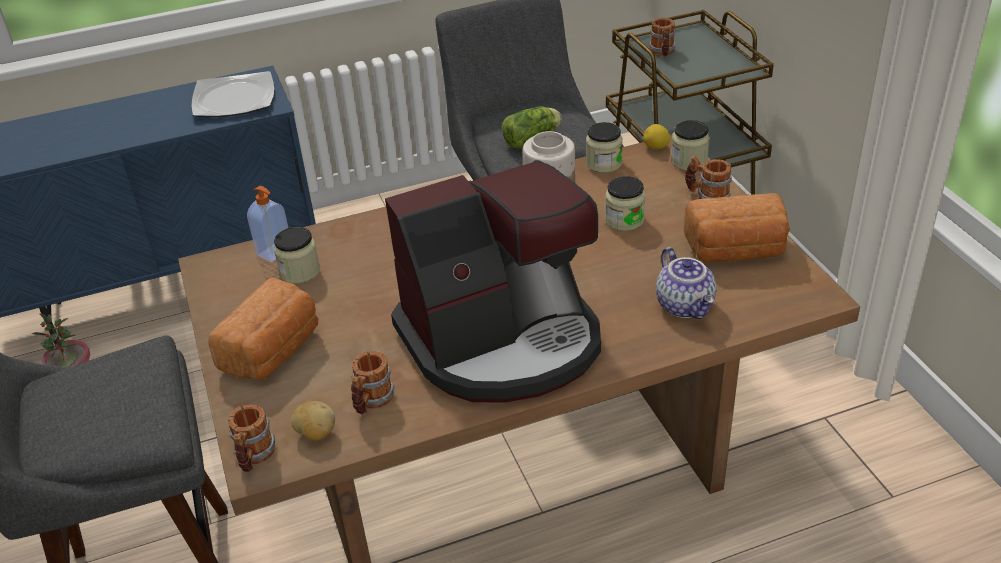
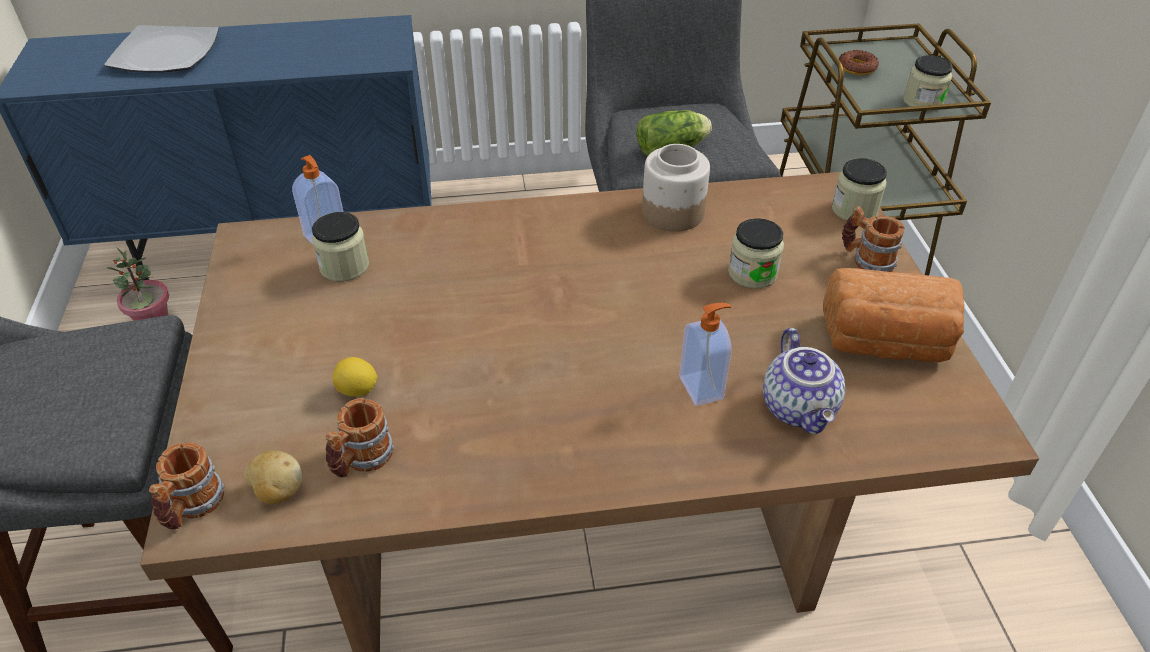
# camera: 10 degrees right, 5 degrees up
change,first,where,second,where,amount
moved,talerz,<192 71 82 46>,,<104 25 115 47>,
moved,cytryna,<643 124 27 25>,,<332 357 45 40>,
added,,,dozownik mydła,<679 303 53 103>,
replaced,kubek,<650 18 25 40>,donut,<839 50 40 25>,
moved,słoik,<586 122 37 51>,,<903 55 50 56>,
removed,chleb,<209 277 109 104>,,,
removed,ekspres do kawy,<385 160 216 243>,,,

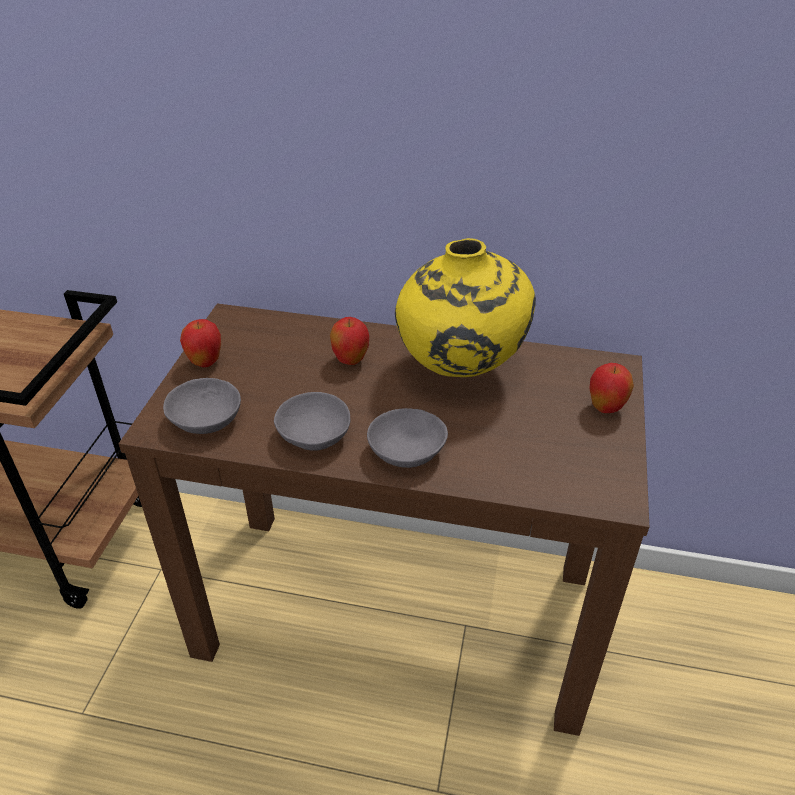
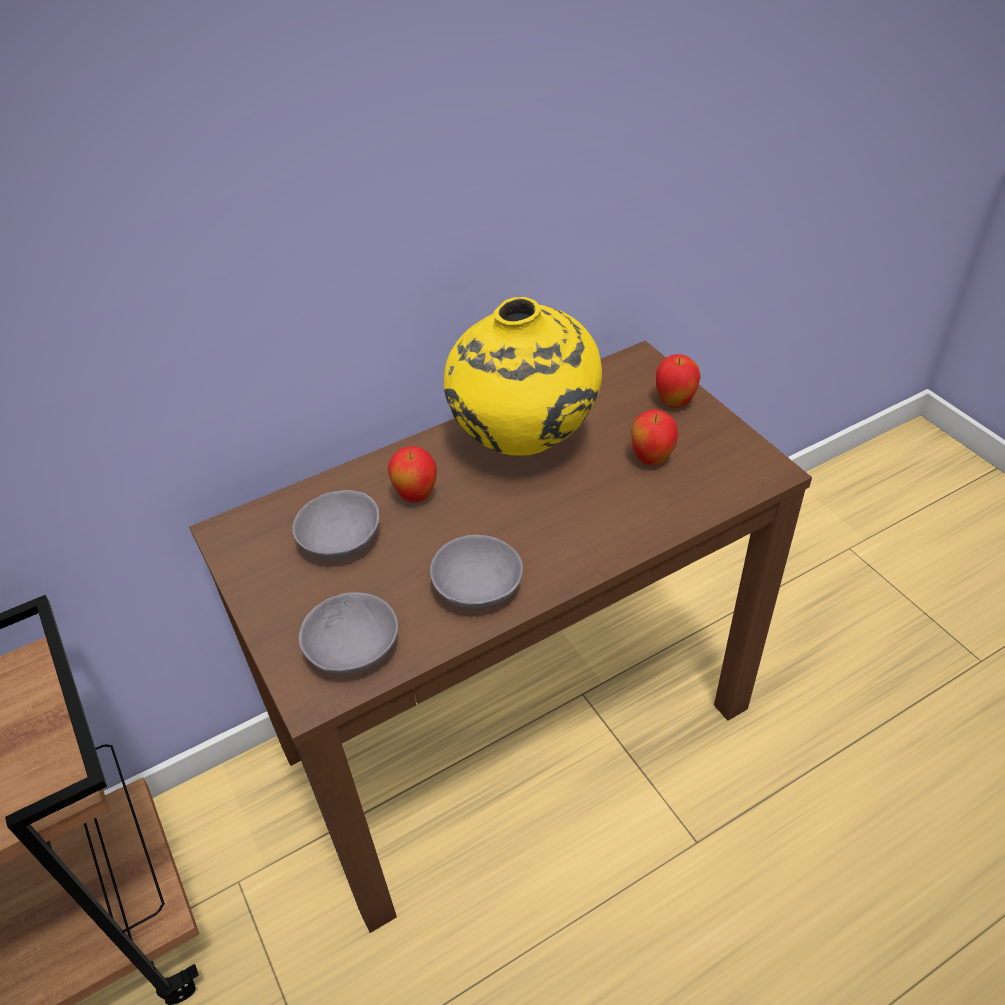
# camera: 40 degrees left, 5 degrees up
change,first,where,second,where,amount
moved,miska/szary,<367 408 81 60>,,<292 490 87 69>,
moved,jabłko,<180 319 41 48>,,<631 409 48 56>,

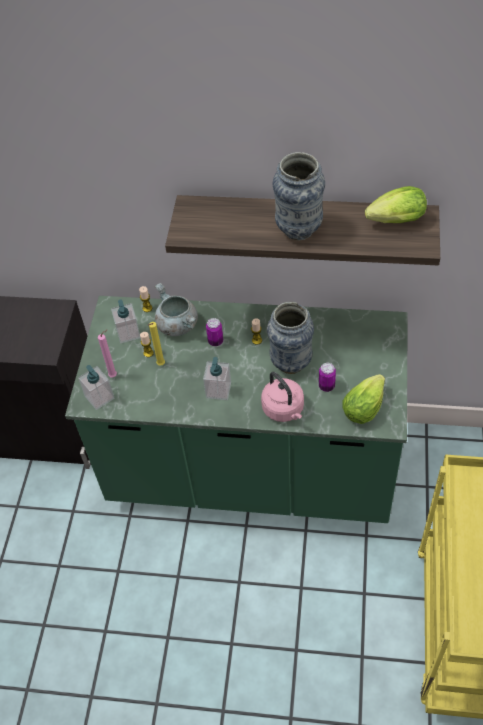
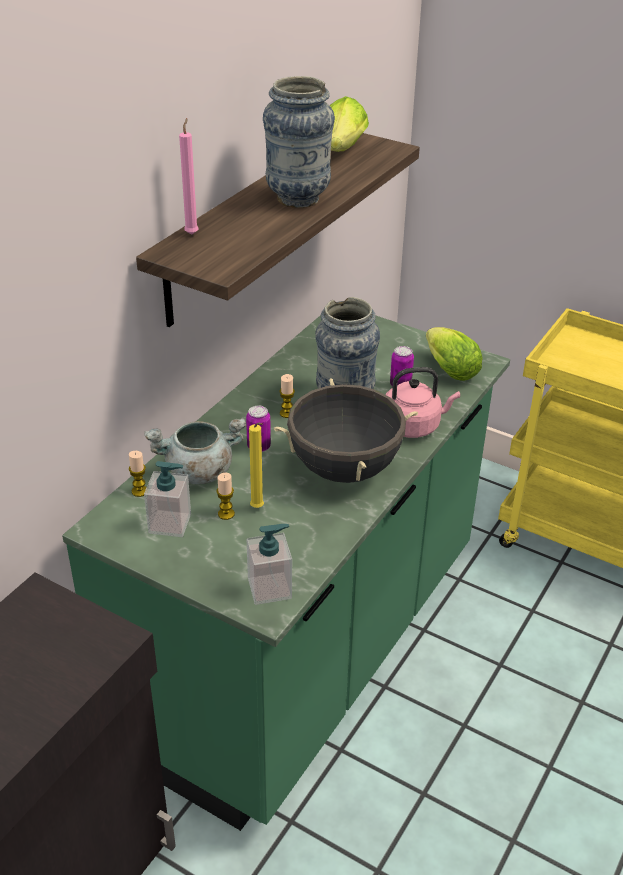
# camera: 70 degrees left, 15 degrees down
change,first,where,second,where,amount
moved,świeca/różowy,<98 330 19 47>,,<179 118 20 117>,
replaced,dozownik mydła,<203 357 28 43>,garnek/czarny,<274 378 144 105>,

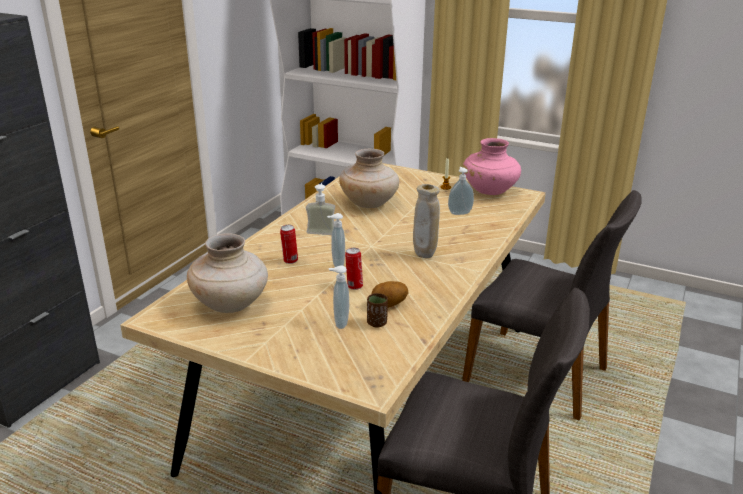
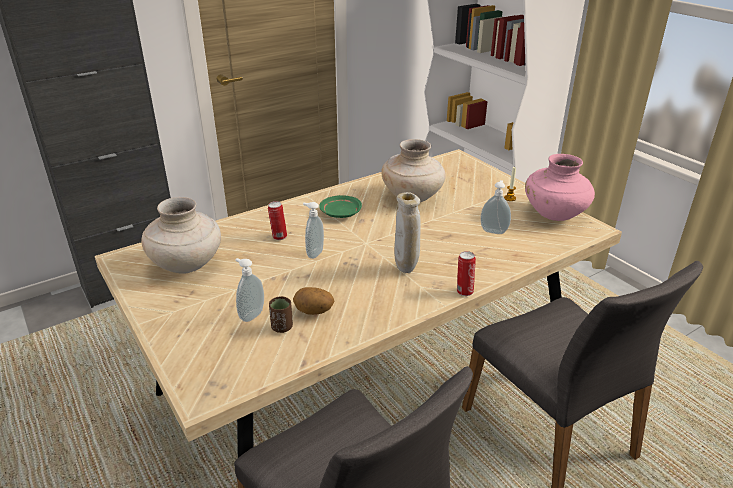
# camera: 30 degrees right, 5 degrees up
change,first,where,second,where,amount
replaced,dozownik mydła,<306 180 29 55>,talerz/zielony,<319 195 43 23>,
moved,puszka,<345 248 18 42>,,<457 251 19 45>,

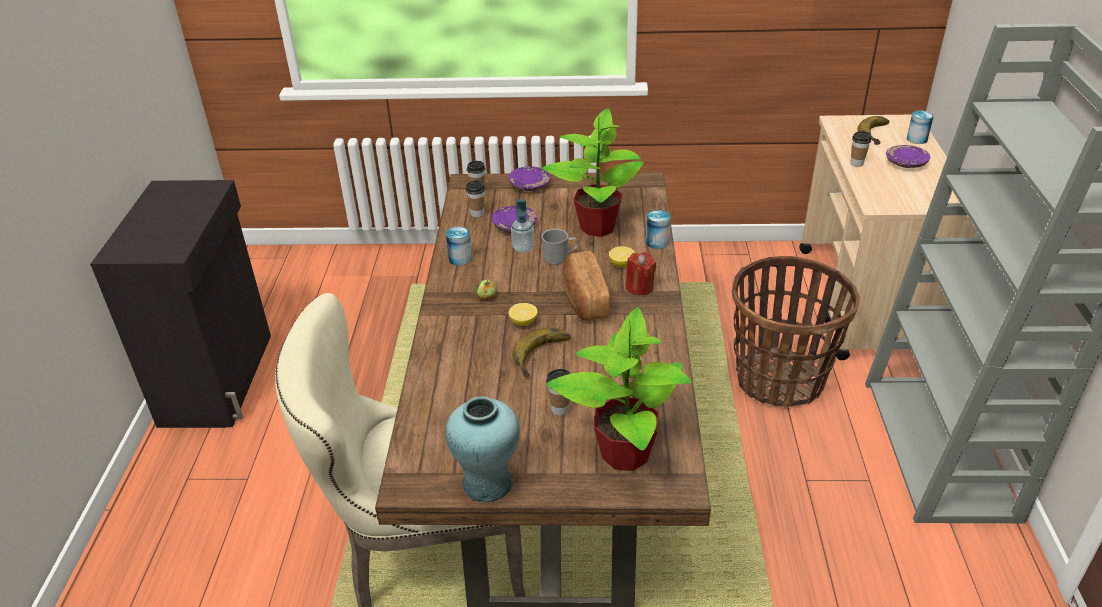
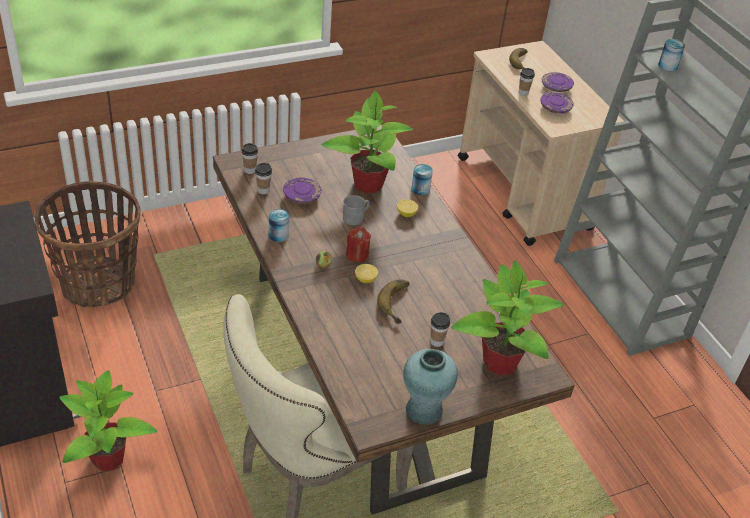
# camera: 30 degrees left, 5 degrees up
change,first,where,second,where,amount
moved,koszyk,<732 256 128 151>,,<34 181 107 127>,
added,,,roślina doniczkowa,<59 370 98 101>,
moved,świeca/czerwony,<625 252 31 43>,,<346 227 25 36>,
moved,talerz/fioletowy,<508 166 43 25>,,<541 92 33 22>,
moved,puszka,<907 111 27 33>,,<658 39 27 32>,
removed,dozownik mydła,<511 199 23 54>,,,
removed,chleb,<562 251 48 70>,,,

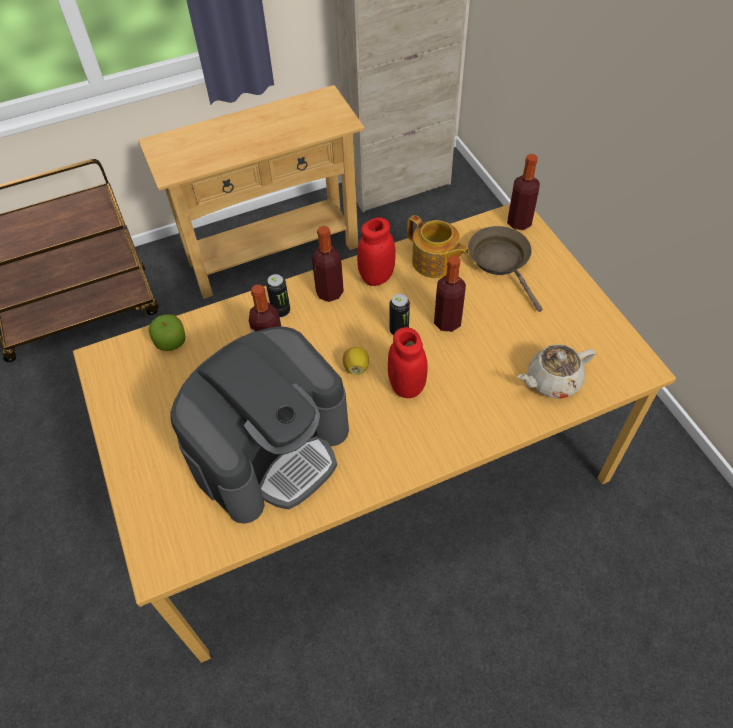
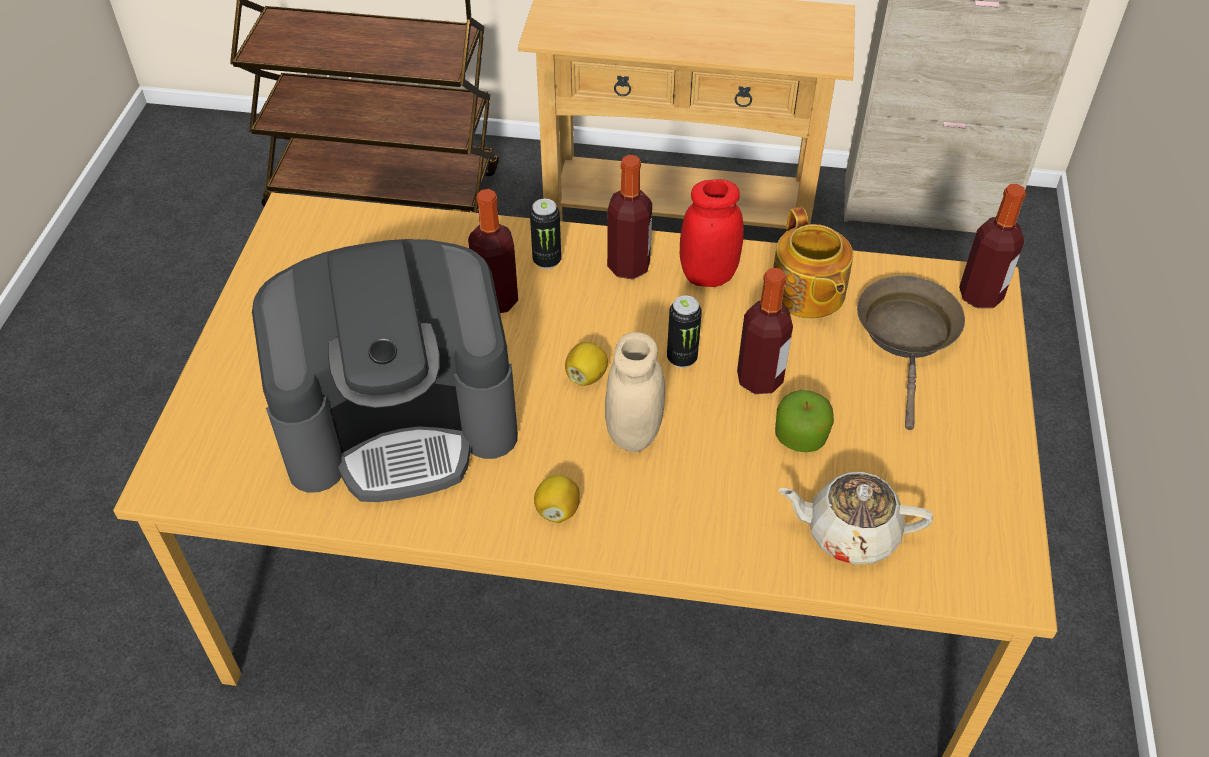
# camera: 30 degrees right, 5 degrees down
change,first,where,second,where,amount
added,,,cytryna,<534 475 46 48>,
recoloured,słoik/czerwony,<388 327 40 71>,słoik/beżowy,<605 332 60 120>,
moved,jabłko,<149 314 36 37>,,<775 390 59 63>,

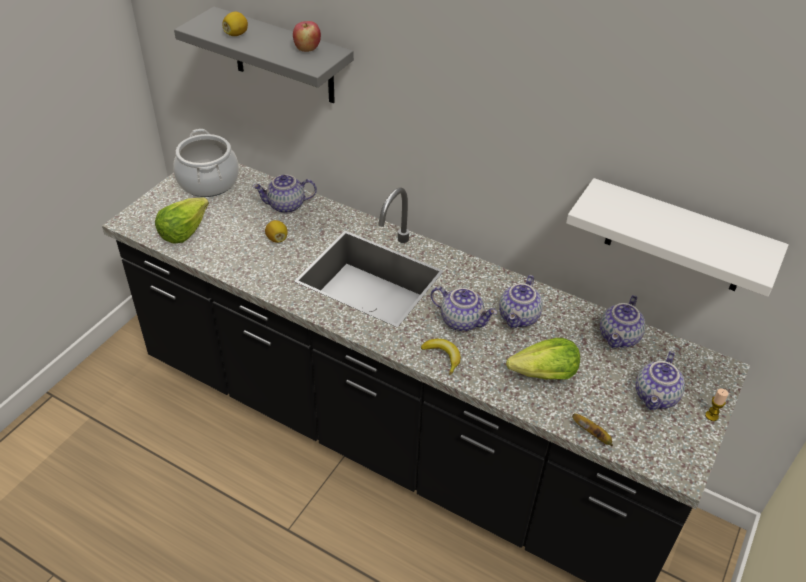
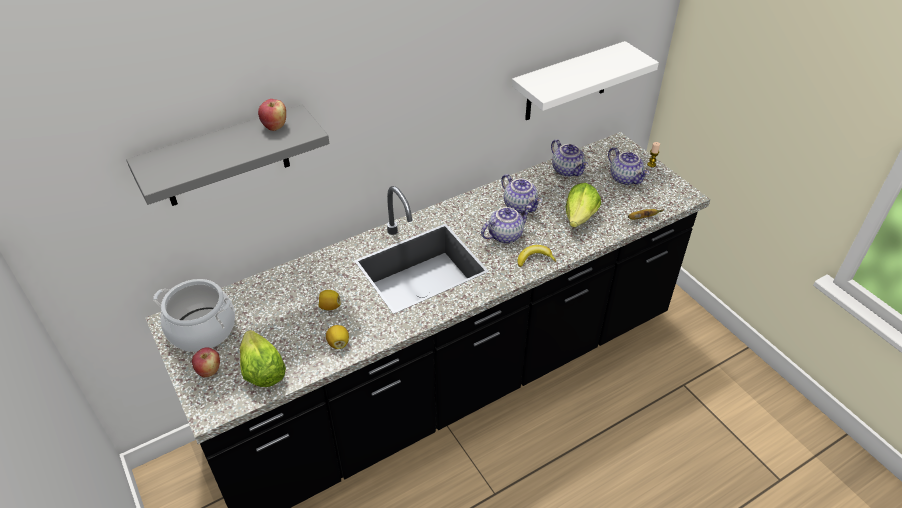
# camera: 60 degrees left, 0 degrees up
change,first,where,second,where,amount
added,,,jabłko,<192 347 28 30>,
moved,cytryna,<223 12 25 24>,,<326 325 23 24>,
removed,imbryk,<252 175 65 38>,,,

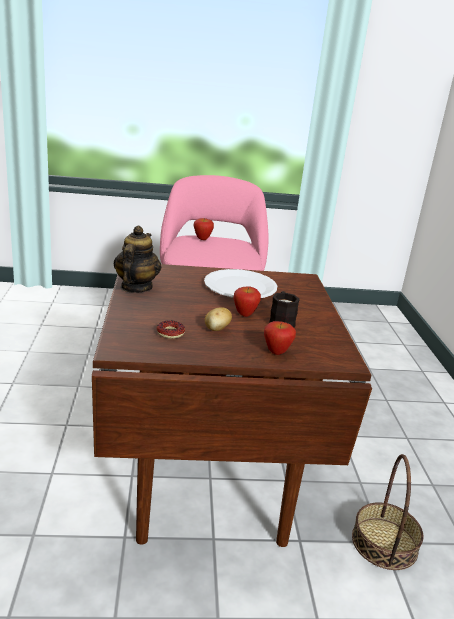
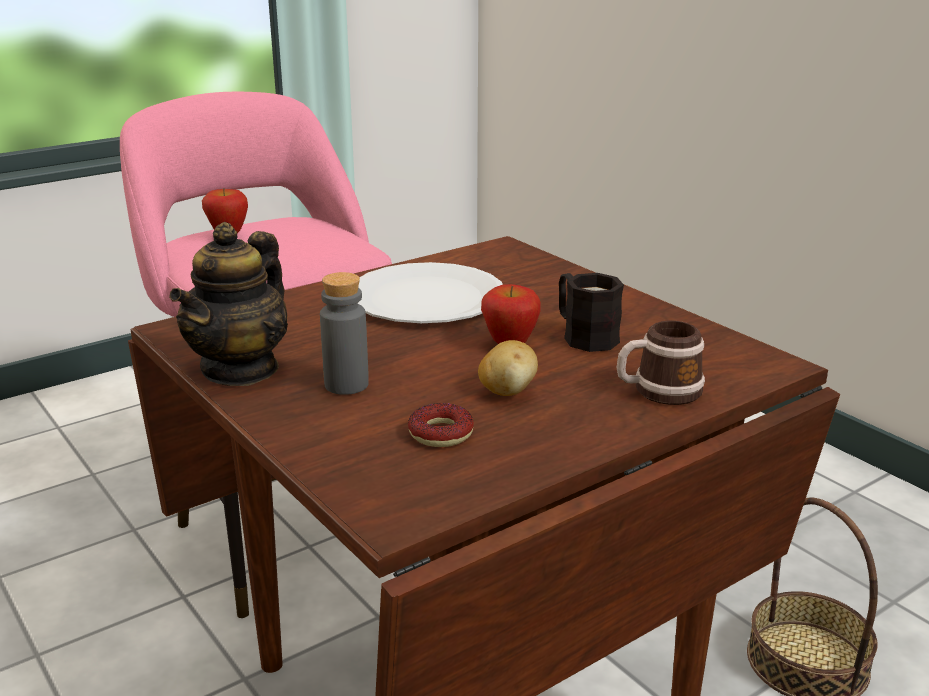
# camera: 30 degrees left, 0 degrees up
change,first,where,second,where,amount
turned,imbryk,<114 226 47 67>,,<169 222 119 164>,135 degrees counterclockwise
added,,,butelka/szary,<320 272 49 123>,
replaced,jabłko,<264 321 32 34>,kubek,<616 321 89 84>,

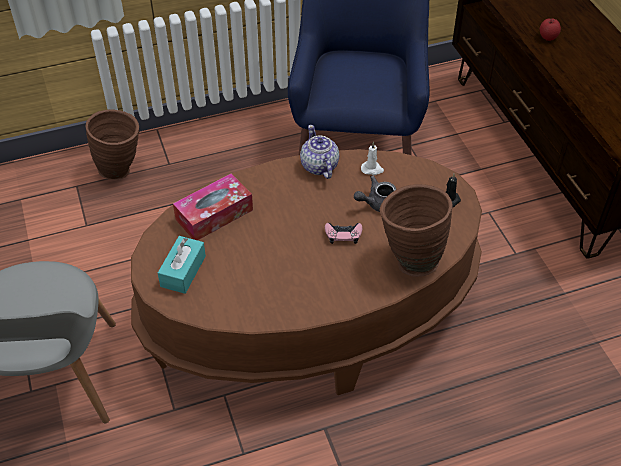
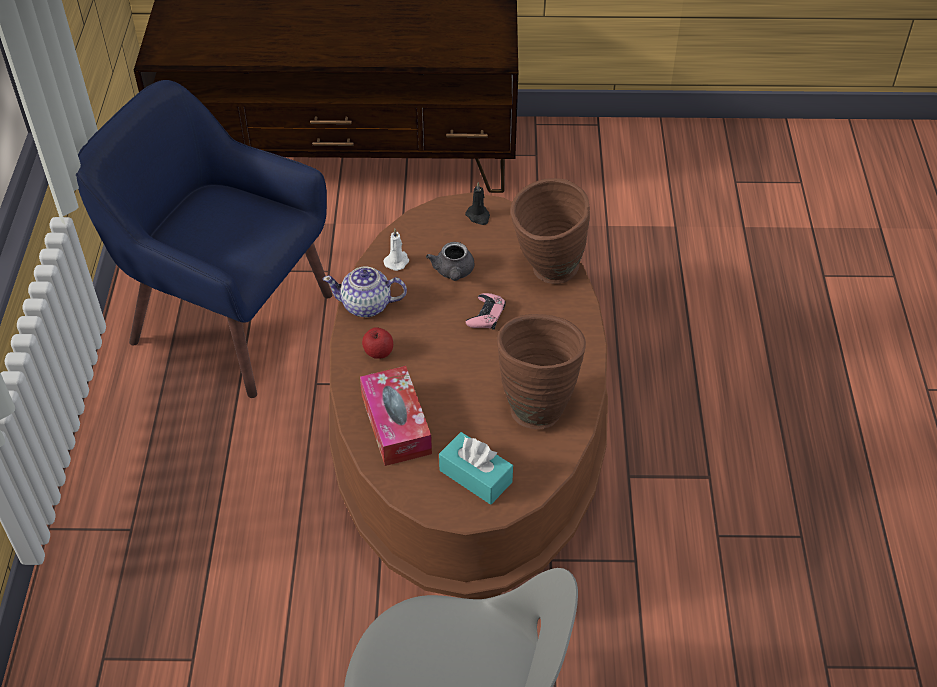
# camera: 70 degrees left, 0 degrees up
change,first,where,second,where,amount
moved,jabłko,<540 18 21 23>,,<362 327 31 32>,
moved,wazon/brązowy,<86 110 53 70>,,<497 314 89 115>,

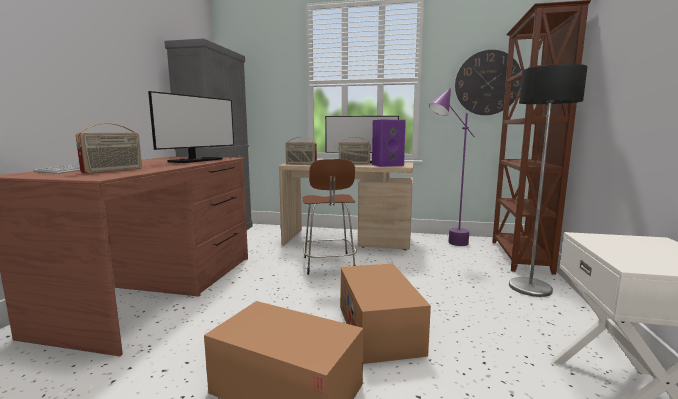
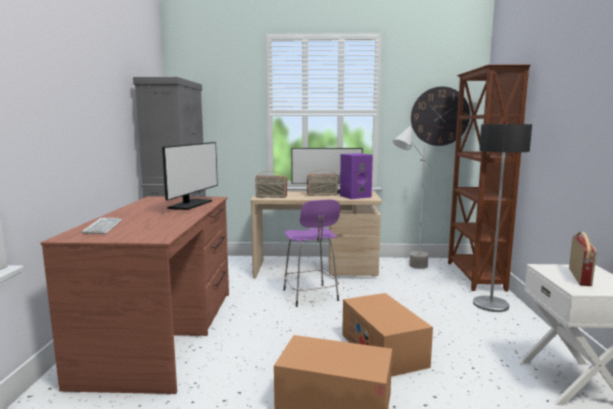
# camera: 10 degrees left, 0 degrees up
change,first,where,second,where,amount
recoloured,stołek/brązowy,<303 159 54 116>,stołek/fioletowy,<284 200 56 107>,
recoloured,lampa stojąca/fioletowy,<429 88 45 158>,lampa stojąca/szary,<393 125 39 144>,
moved,radio,<76 123 66 51>,,<569 232 28 54>,

